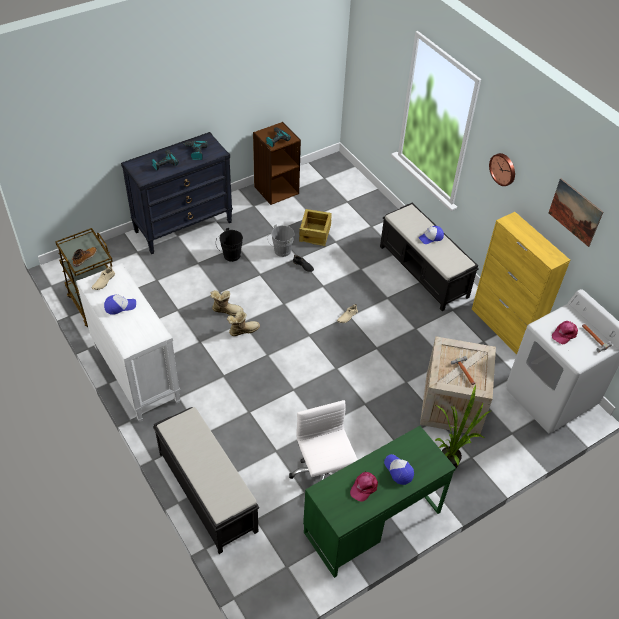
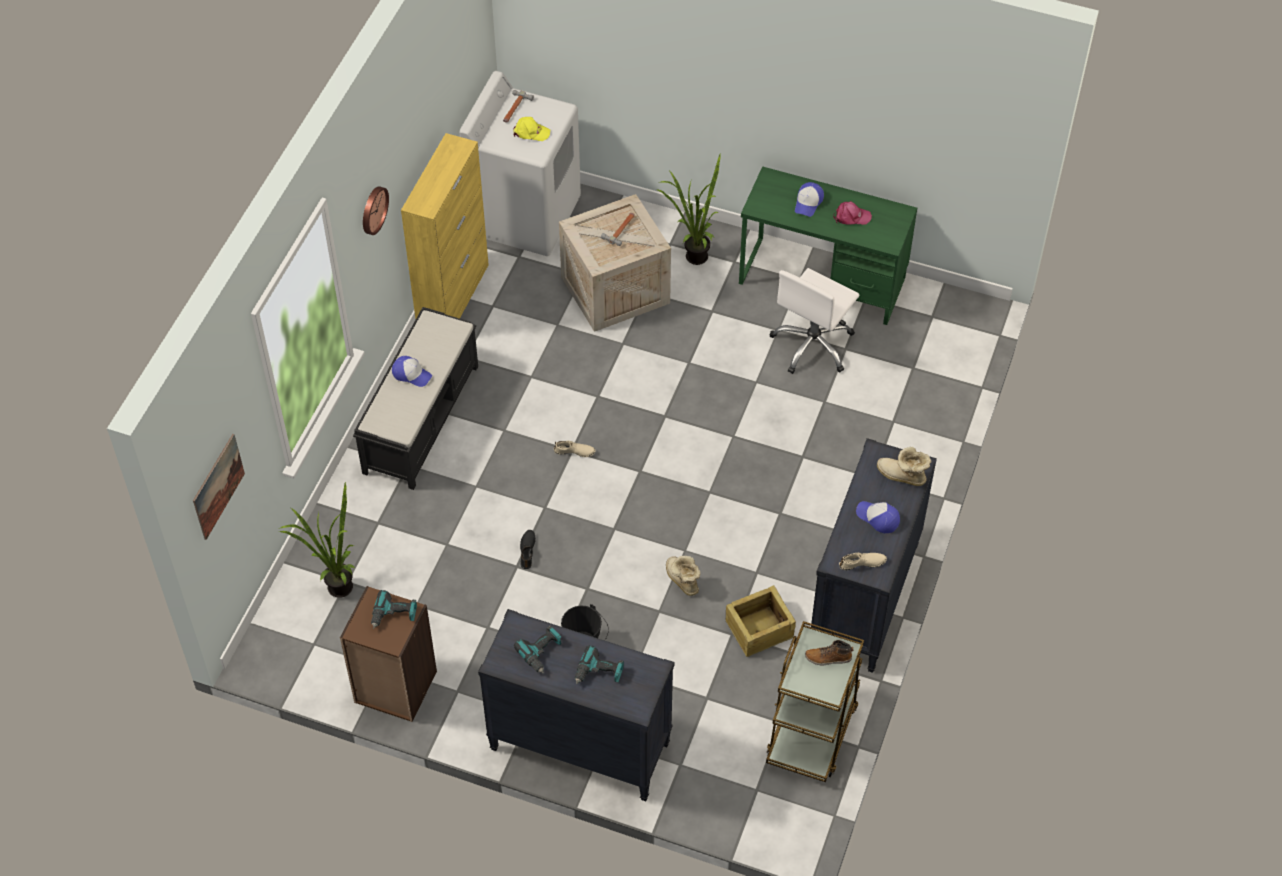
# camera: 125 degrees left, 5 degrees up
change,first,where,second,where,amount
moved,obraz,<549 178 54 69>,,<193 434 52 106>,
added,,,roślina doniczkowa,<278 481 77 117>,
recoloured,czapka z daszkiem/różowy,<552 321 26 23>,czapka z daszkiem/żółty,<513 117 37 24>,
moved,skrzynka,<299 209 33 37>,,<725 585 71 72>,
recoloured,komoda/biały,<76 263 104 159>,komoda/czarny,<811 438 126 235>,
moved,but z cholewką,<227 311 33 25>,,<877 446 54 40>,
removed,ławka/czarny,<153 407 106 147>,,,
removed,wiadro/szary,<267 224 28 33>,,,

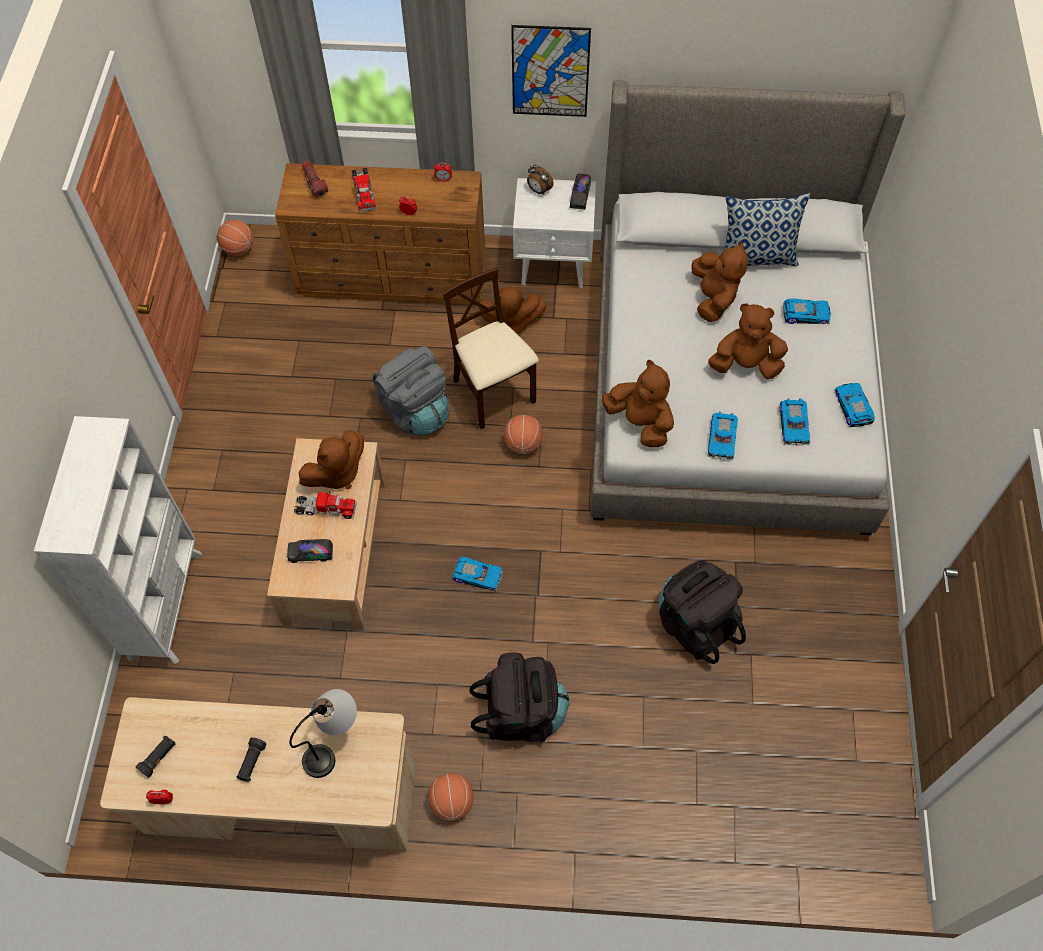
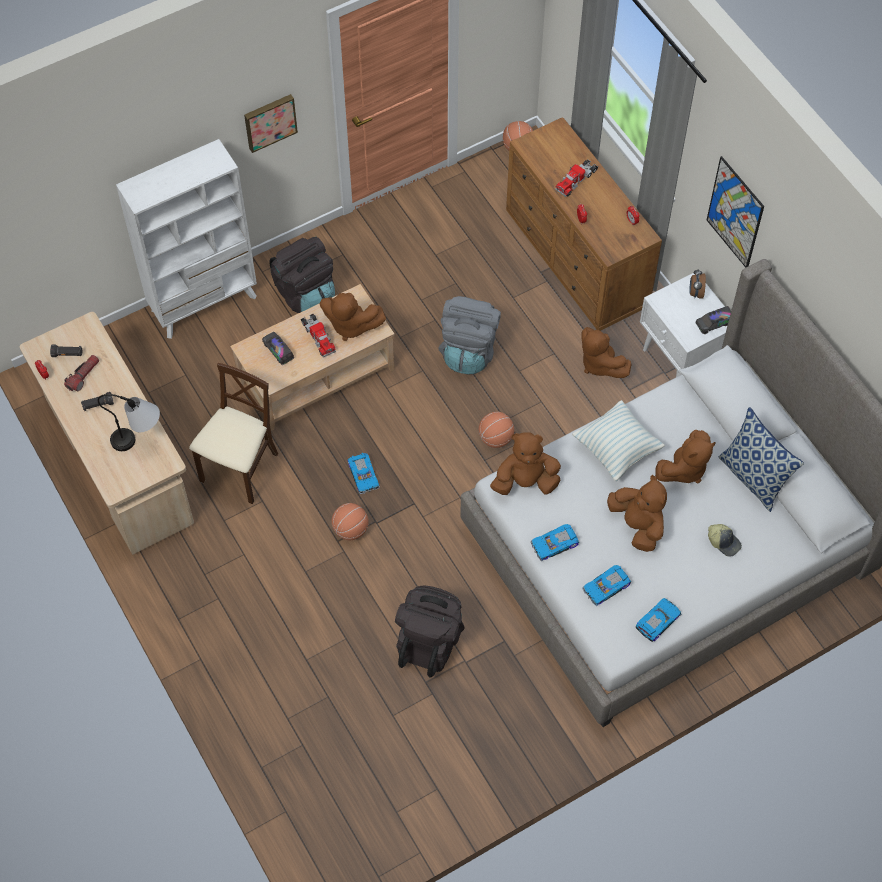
# camera: 55 degrees right, 0 degrees up
change,first,where,second,where,amount
moved,latarka,<302 161 26 36>,,<64 355 35 37>,
moved,krzesło/beżowy,<442 268 97 161>,,<189 363 89 141>,
added,,,obraz,<244 94 54 59>,
moved,plecak/czarny,<470 652 100 90>,,<269 237 66 76>,
moved,piłka do koszykówki,<428 773 46 48>,,<332 503 37 37>,
turned,pluszak/brązowy,<602 360 72 87>,,<490 432 71 63>,105 degrees counterclockwise
added,,,poduszka,<572 400 93 81>,
replaced,samochodzik,<783 298 48 26>,czapka z daszkiem,<708 524 34 33>,

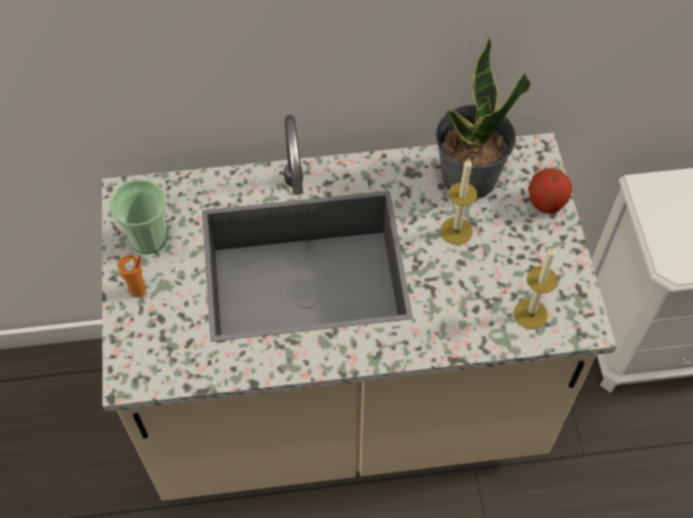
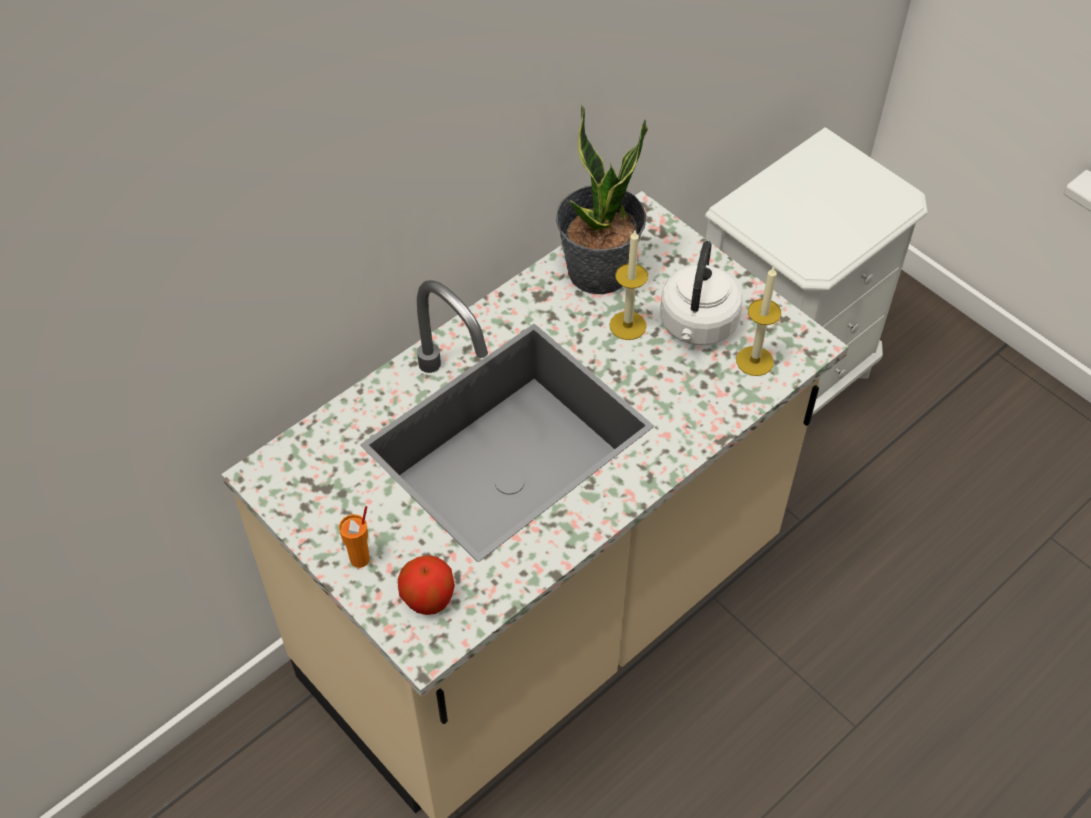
# camera: 35 degrees left, 5 degrees down
change,first,where,second,where,amount
moved,jabłko,<528 168 44 46>,,<398 555 57 60>,
added,,,czajnik/biały,<660 241 82 105>,
removed,filiżanka,<110 180 57 74>,,,

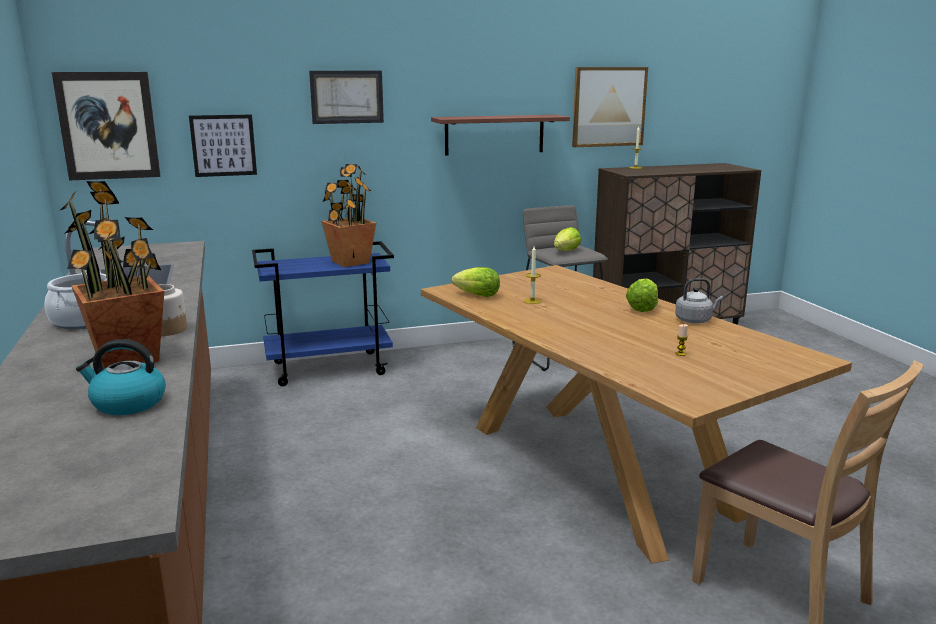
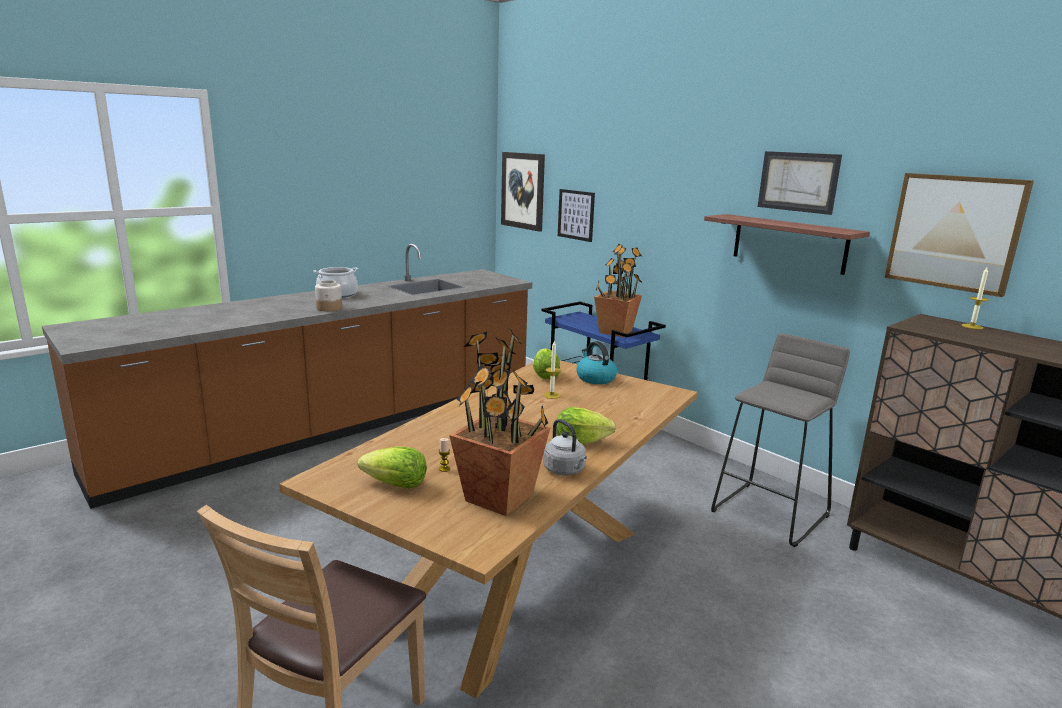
# camera: 65 degrees right, 0 degrees up
change,first,where,second,where,amount
moved,sałata,<554 227 27 24>,,<358 447 69 42>,
moved,roślina doniczkowa,<59 181 105 188>,,<449 328 101 188>,
moved,czajnik,<76 339 90 76>,,<576 341 41 43>,
moved,obraz,<309 71 75 53>,,<758 151 84 64>,

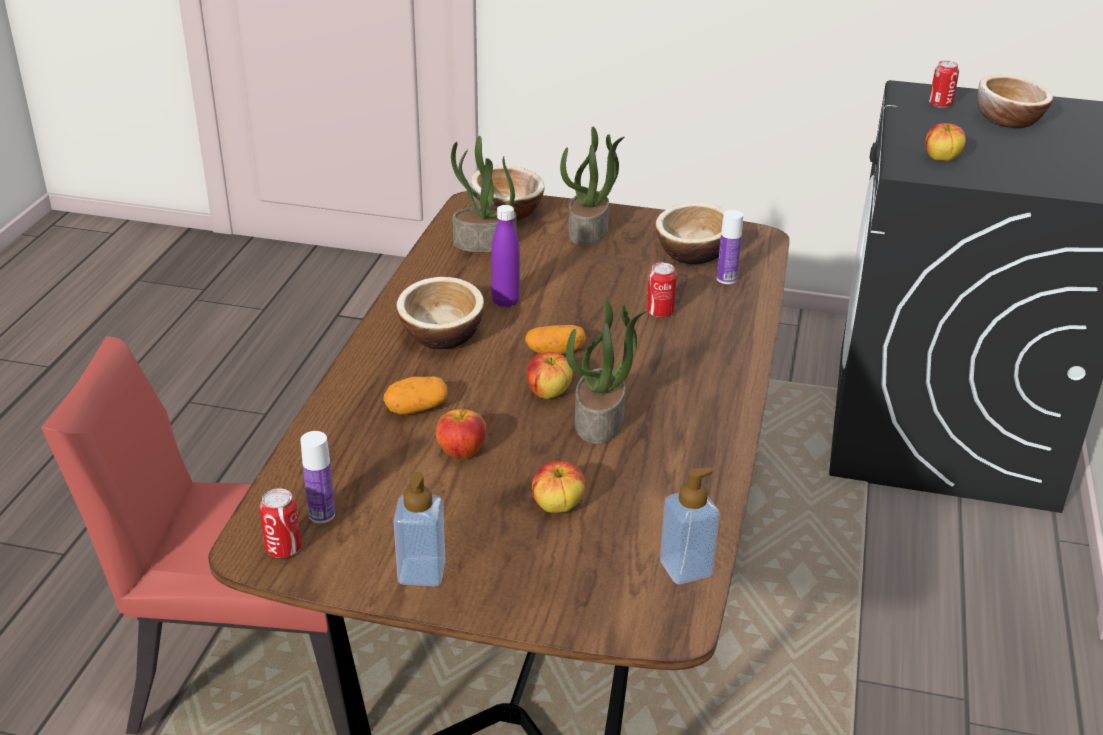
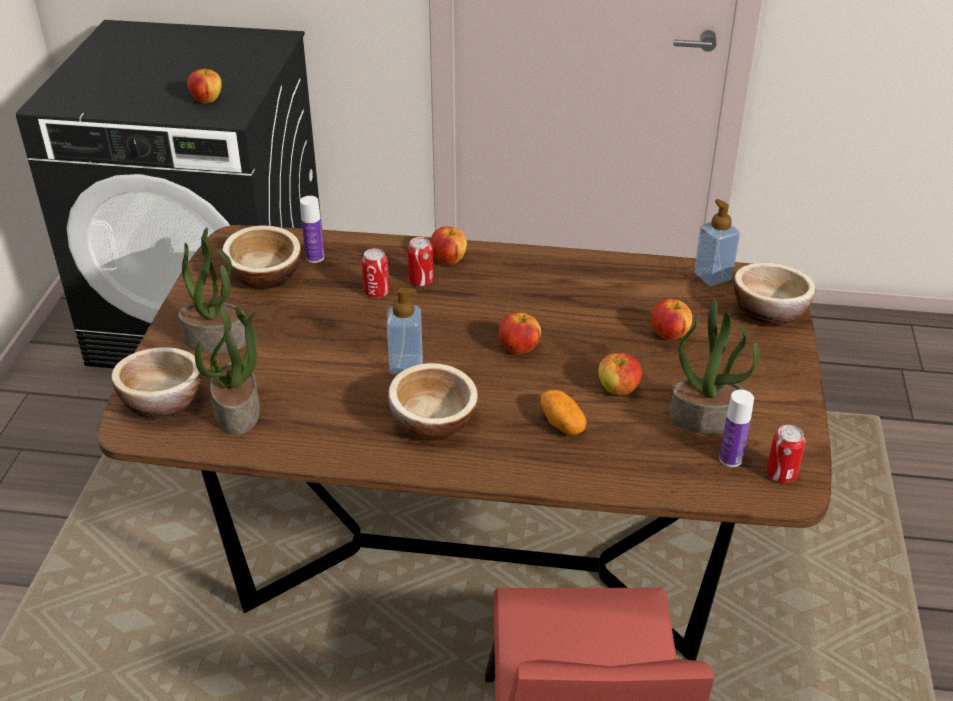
# camera: 95 degrees left, 5 degrees up
change,first,where,second,where,amount
moved,dozownik mydła,<393 472 53 114>,,<387 288 36 87>,
moved,puszka,<929 60 30 48>,,<407 237 27 49>,
added,,,jabłko,<430 226 37 38>,
moved,roślina doniczkowa,<566 300 81 144>,,<670 299 89 135>,
moved,miska,<978 75 75 53>,,<734 263 82 62>,
removed,butelka/fioletowy,<491 205 29 102>,,,
removed,ziemniak,<525 325 61 29>,,,

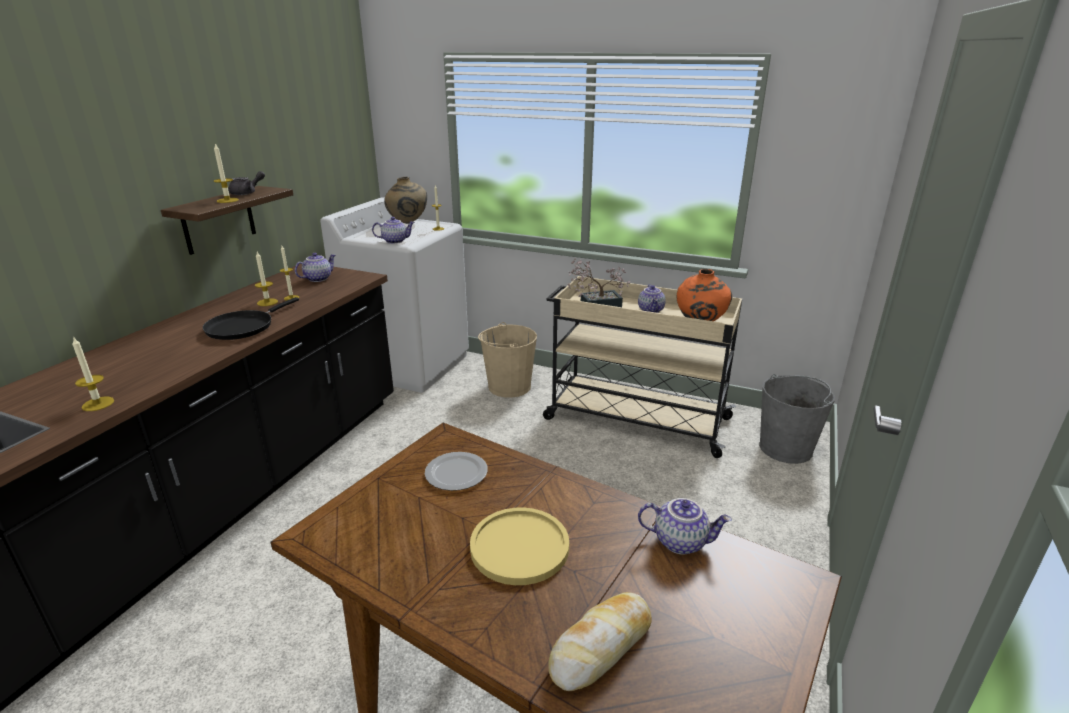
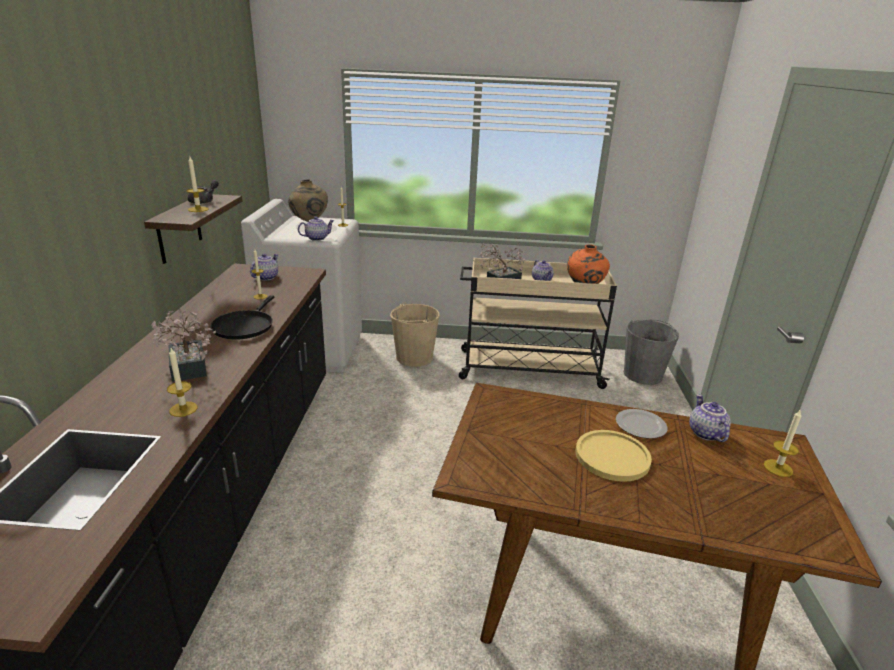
# camera: 20 degrees left, 0 degrees up
change,first,where,second,where,amount
added,,,roślina doniczkowa,<151 309 65 73>,
moved,talerz,<425 452 63 39>,,<616 409 52 30>,
turned,imbryk,<638 498 94 57>,,<689 394 42 48>,90 degrees counterclockwise
moved,świeca,<255 252 23 54>,,<764 409 37 68>,
removed,chleb,<548 592 103 99>,,,

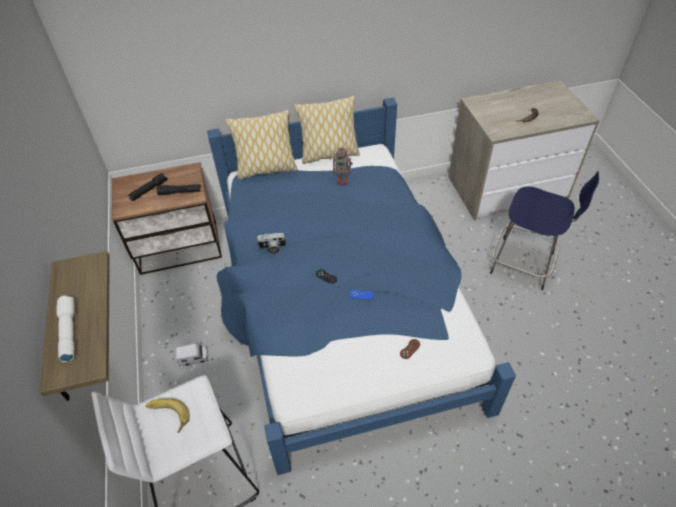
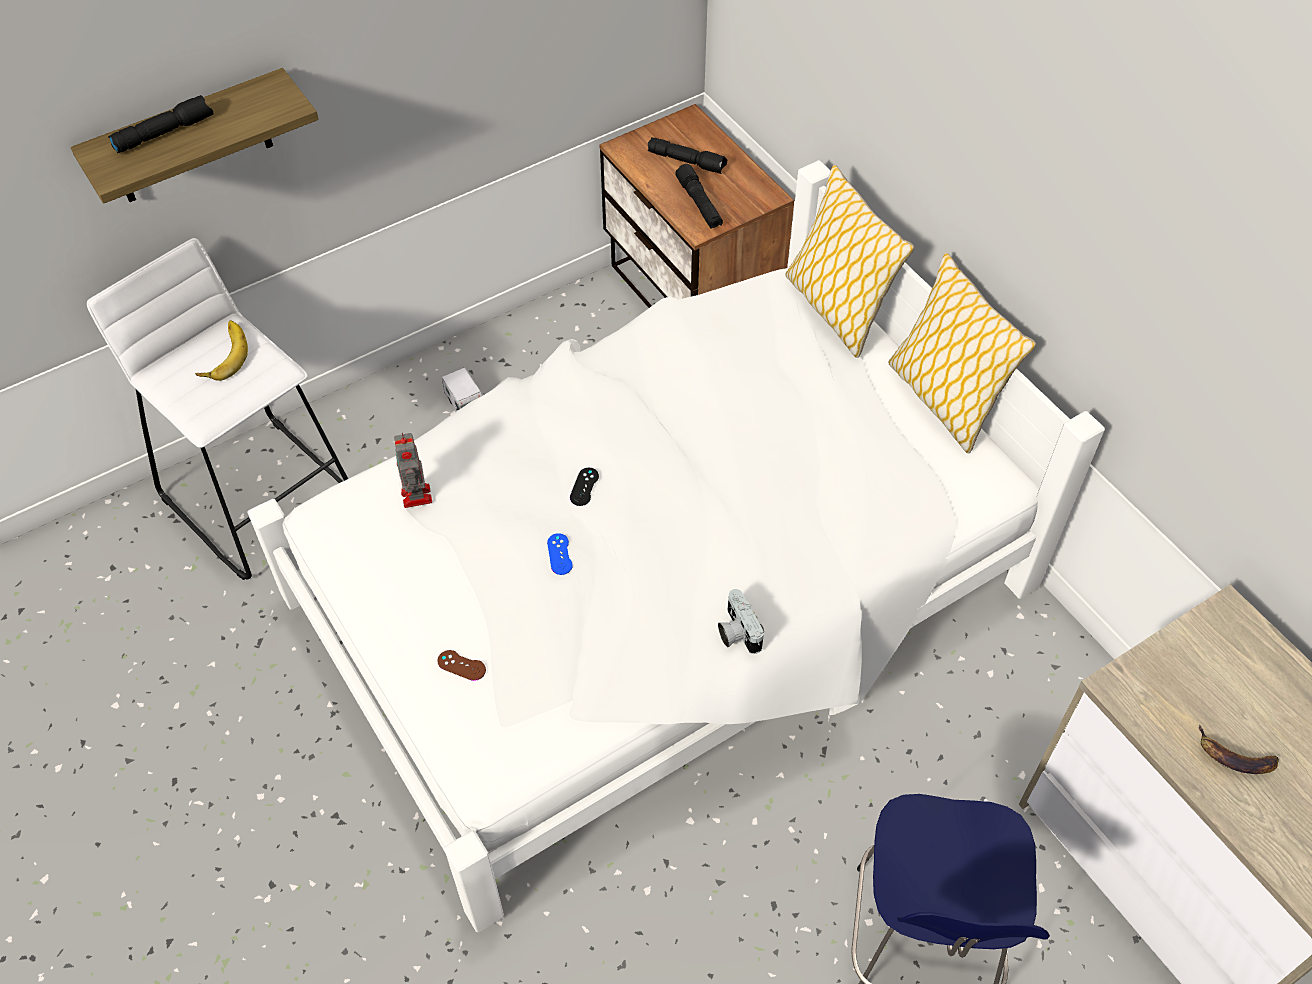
# camera: 70 degrees right, 5 degrees up
change,first,where,second,where,amount
recoloured,latarka/biały,<57 296 18 66>,latarka/czarny,<108 95 105 58>,
recoloured,łóżko/niebieski,<207 98 309 377>,łóżko/biały,<247 160 858 772>,
moved,robot zabawkowy,<333 145 20 40>,,<394 433 38 75>,
moved,aparat fotograficzny,<257 232 29 22>,,<718 589 46 65>,

